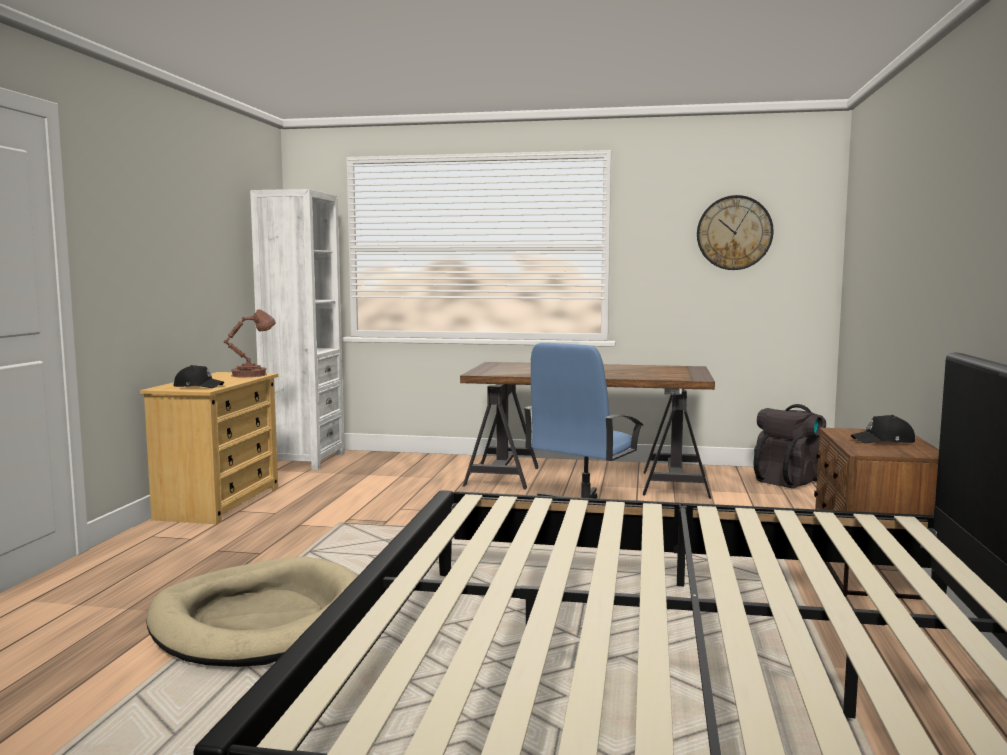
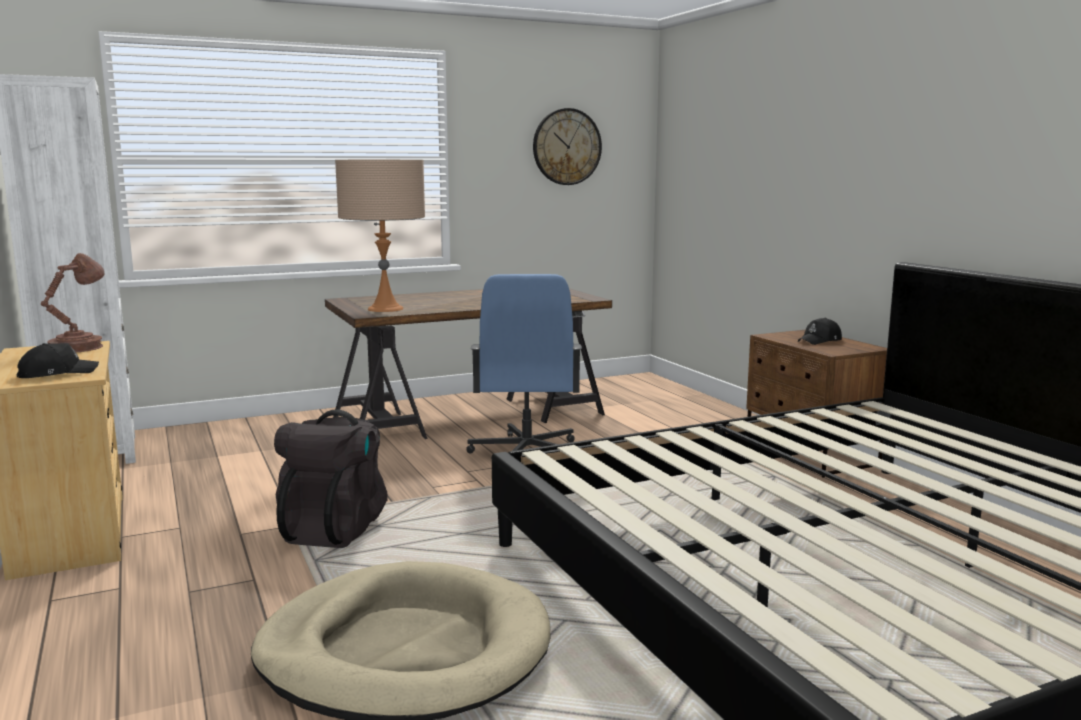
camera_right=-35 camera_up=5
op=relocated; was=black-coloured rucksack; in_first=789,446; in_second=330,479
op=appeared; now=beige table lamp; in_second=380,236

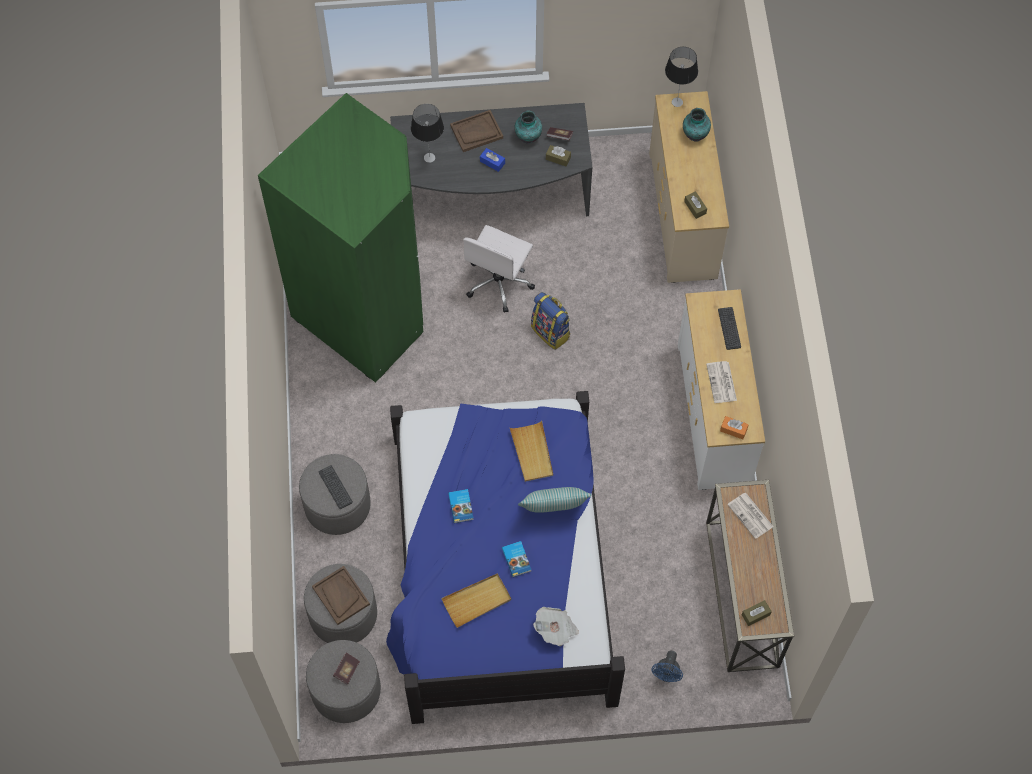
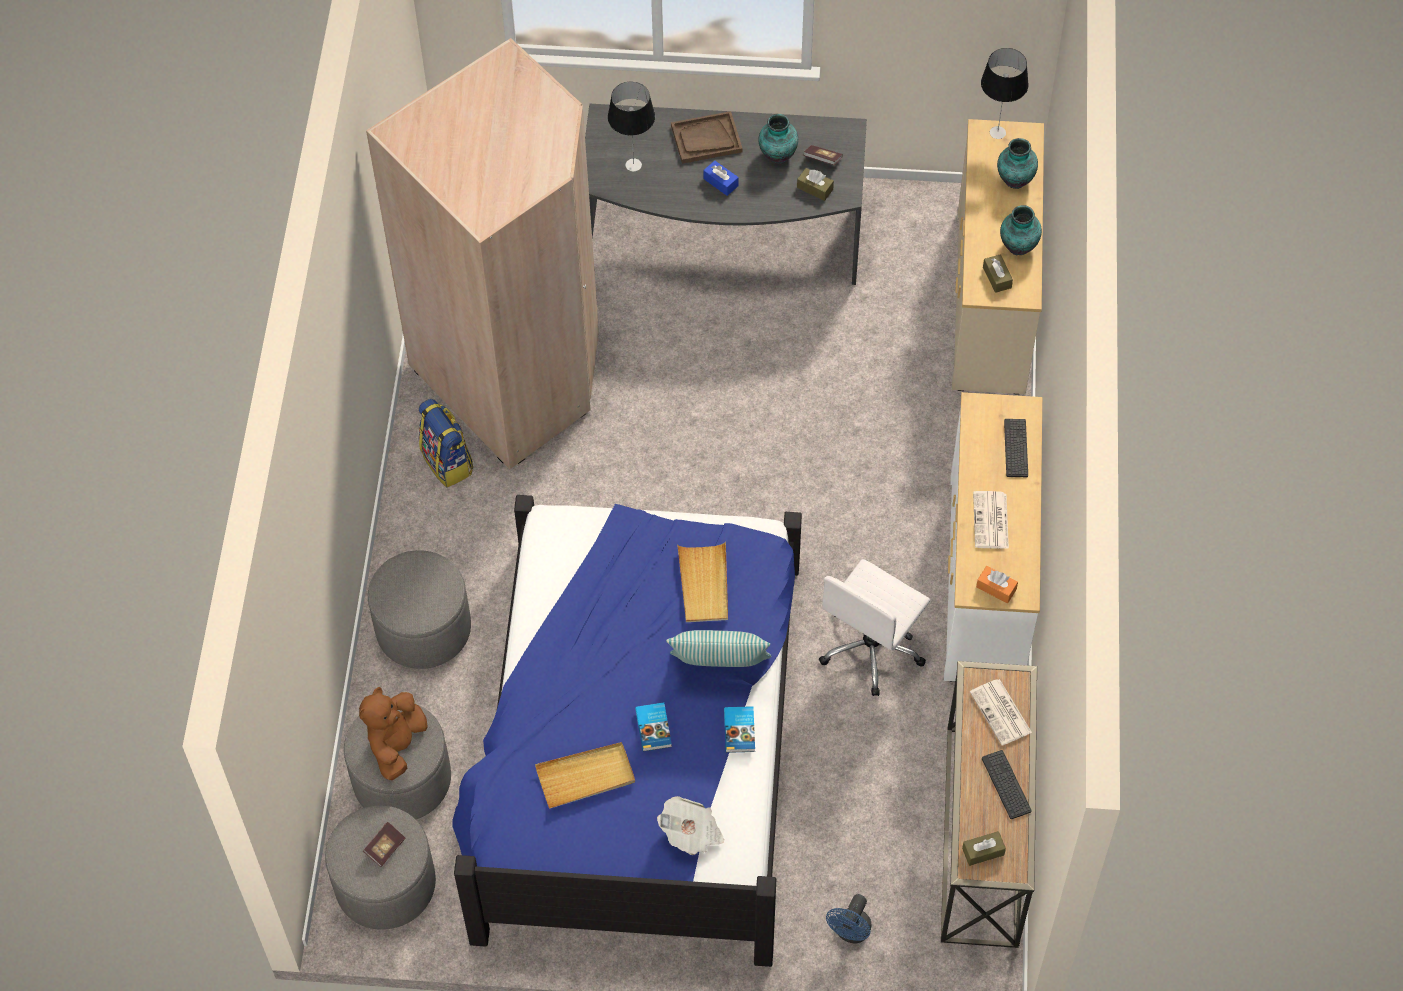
camera_right=10 camera_up=-5
op=colour; was=greenish wardrobe; now=beige wardrobe; in_first=340,238; in_second=482,253
op=relocated; was=white-coloured desk chair; in_first=499,269; in_second=874,627
op=relocated; was=rucksack; in_first=550,321; in_second=446,443
op=relocated; was=keyboard; in_first=336,487; in_second=1007,784
op=relocated; was=book; in_first=461,506; in_second=739,729
op=exchanged; was=brown tray; now=brown plush toy; in_first=341,595; in_second=393,733
op=appeared; now=flower vase; in_second=1021,230

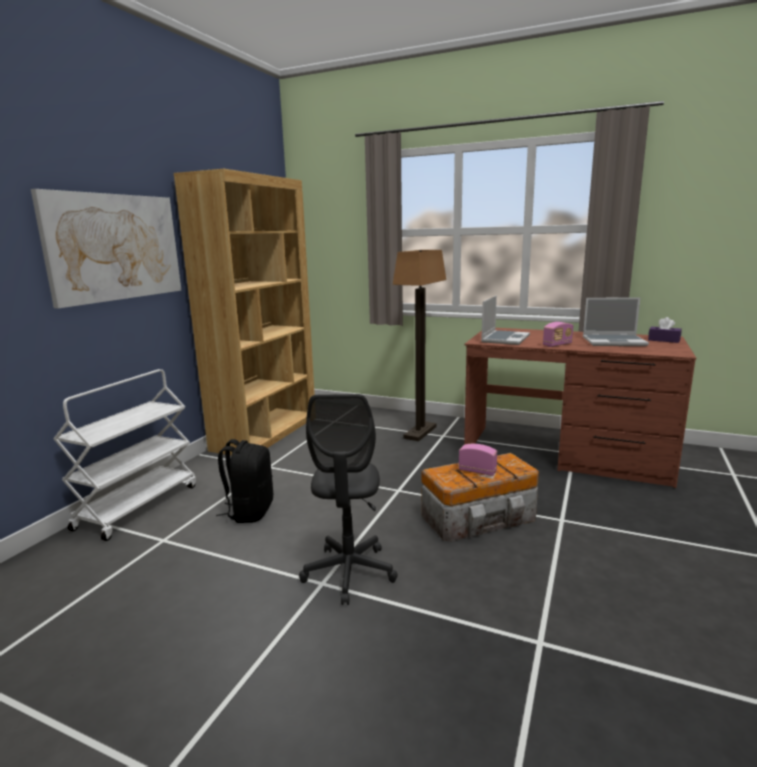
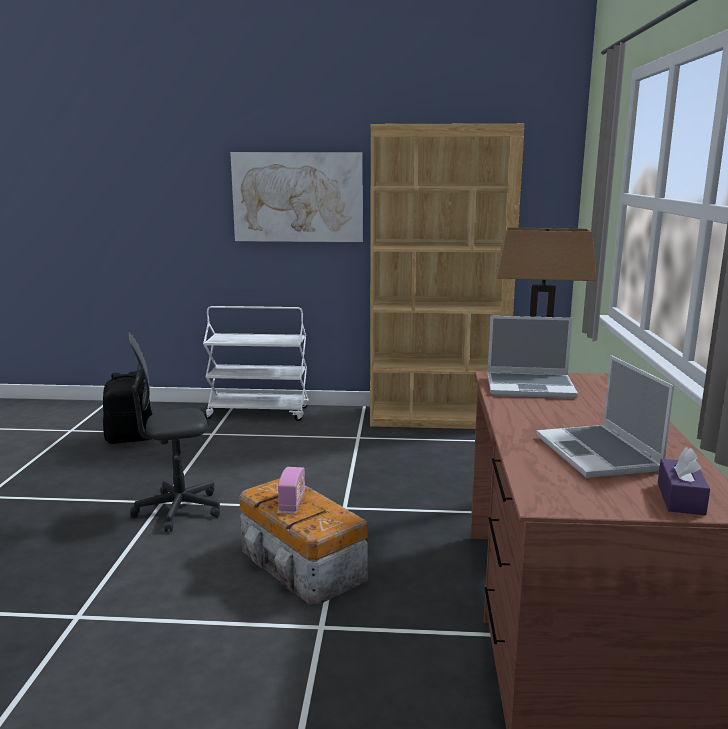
camera_right=70 camera_up=0
op=missing; was=radio receiver; in_first=558,334
op=relocated; was=black-coloured rucksack; in_first=244,481; in_second=127,407

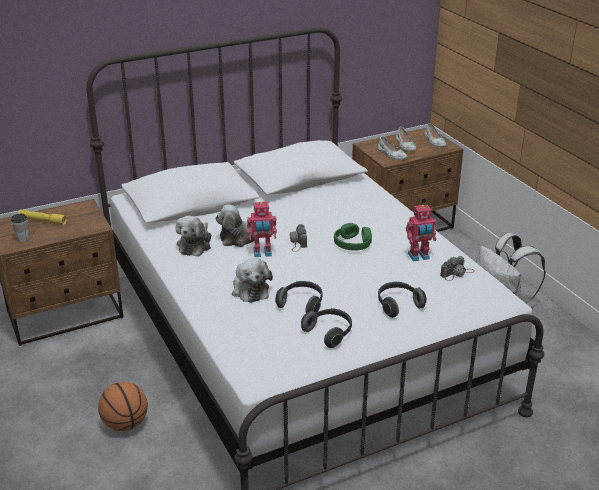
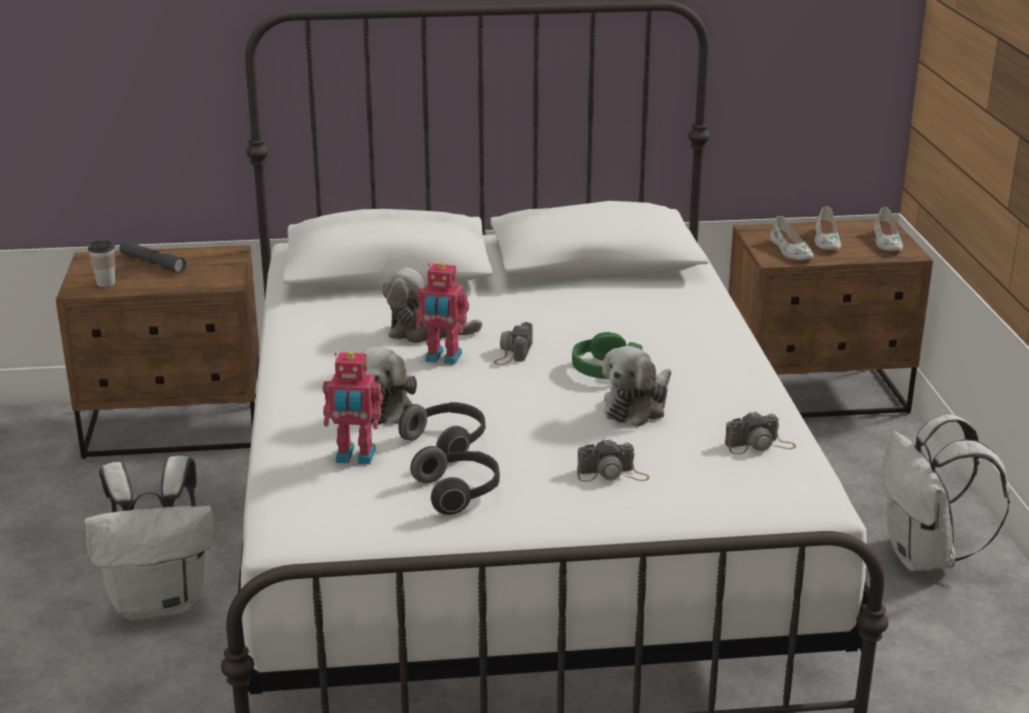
camera_right=20 camera_up=-5
op=relocated; was=robot figure; in_first=421,233; in_second=353,408
op=colour; was=yellow-coloured flashlight; now=gray flashlight; in_first=42,217; in_second=152,257
op=relocated; was=plush toy; in_first=193,236; in_second=636,386
op=exchanged; was=headset; now=photo camera; in_first=402,300; in_second=613,460
op=exchanged; was=basketball ball; now=white-coloured rucksack; in_first=123,406; in_second=149,537

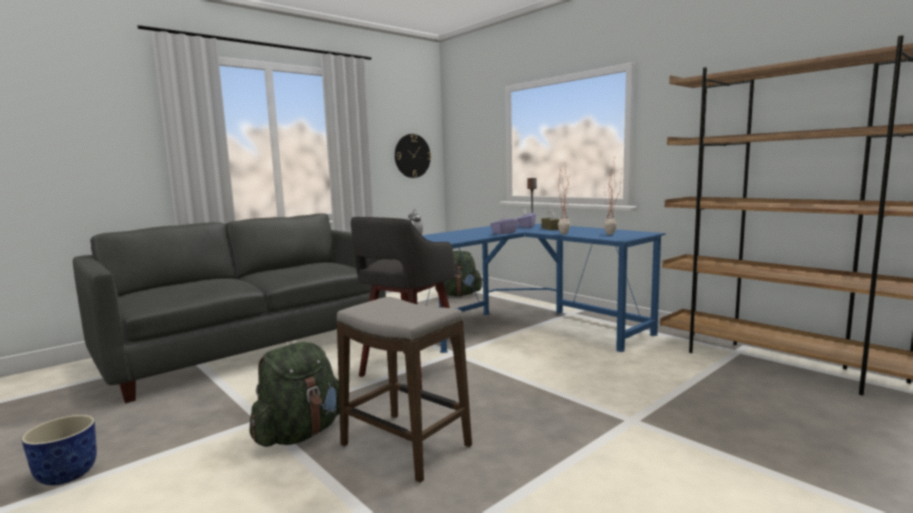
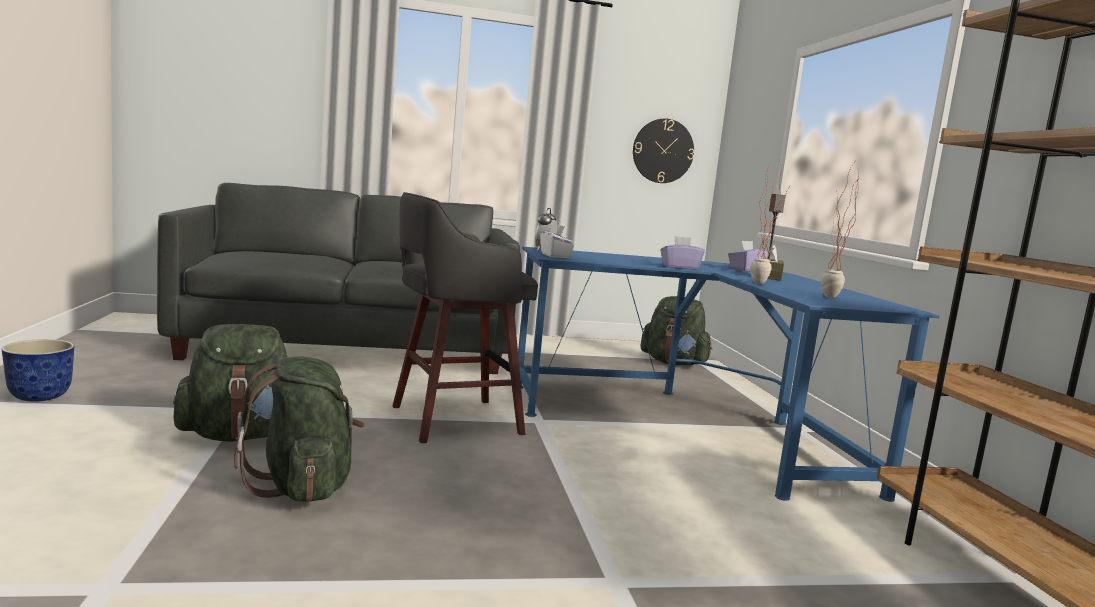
camera_right=30 camera_up=0
op=exchanged; was=stool seat; now=greenish rucksack; in_first=404,390; in_second=299,429
op=appeared; now=white-coloured box of tissues; in_second=557,241

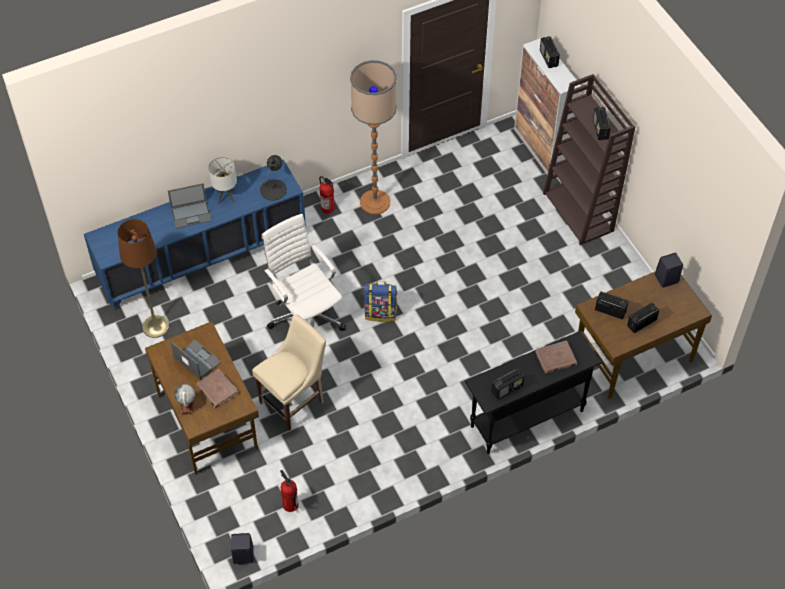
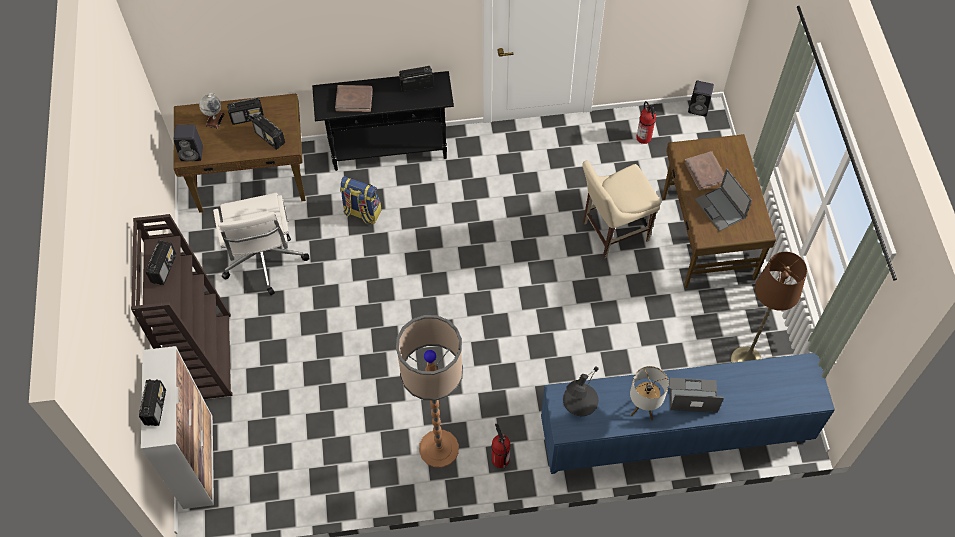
camera_right=-160 camera_up=5
op=relocated; was=white-coloured desk chair; in_first=304,272; in_second=261,244
op=relocated; was=rucksack; in_first=380,301; in_second=360,200
op=relocated; was=world globe; in_first=184,399; in_second=212,111

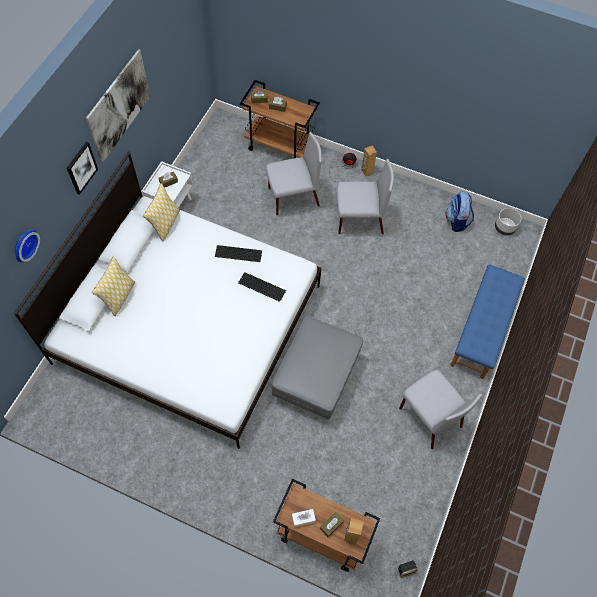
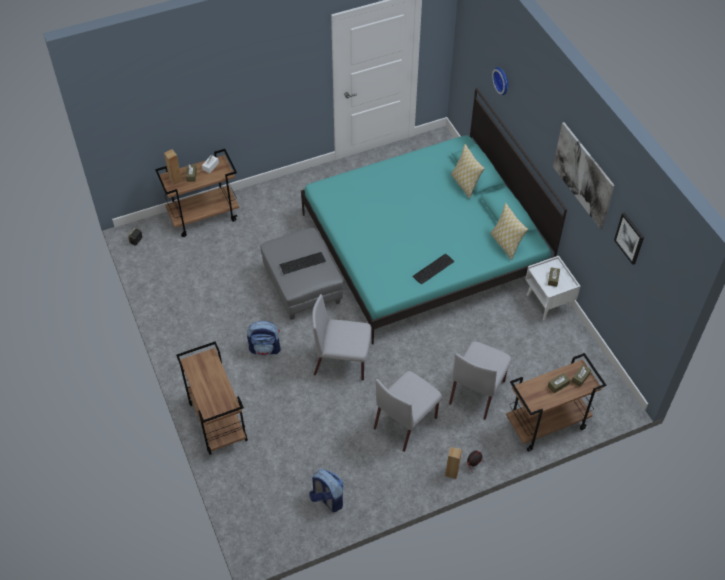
camera_right=135 camera_up=-10
op=relocated; was=picture; in_first=82,168; in_second=629,238
op=colour; was=white-coloured bed; now=turquoise-coloured bed; in_first=168,300; in_second=434,216
op=missing; was=gray flower pot; in_first=508,222
op=exchanged; was=blue-coloured long seat; now=brown cart; in_first=487,321; in_second=212,398
op=relocated; was=keyboard; in_first=262,287; in_second=302,263
op=relocated; was=gray chair; in_first=440,409; in_second=342,337
op=appeared; now=rucksack; in_second=264,338

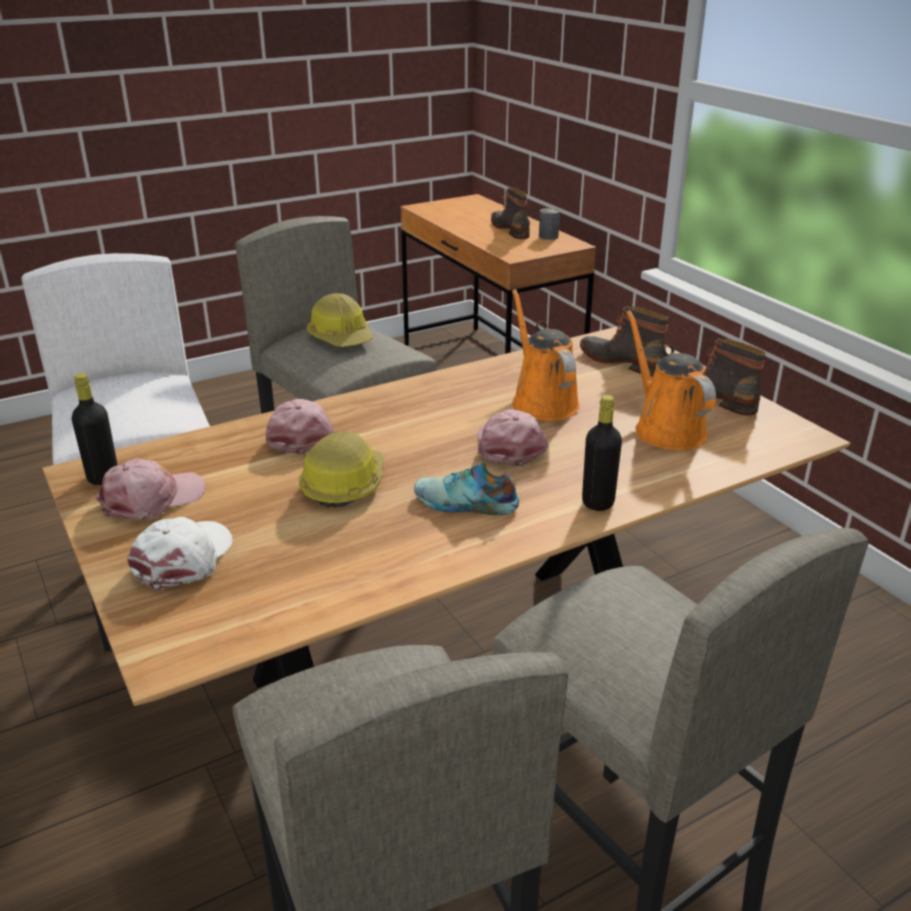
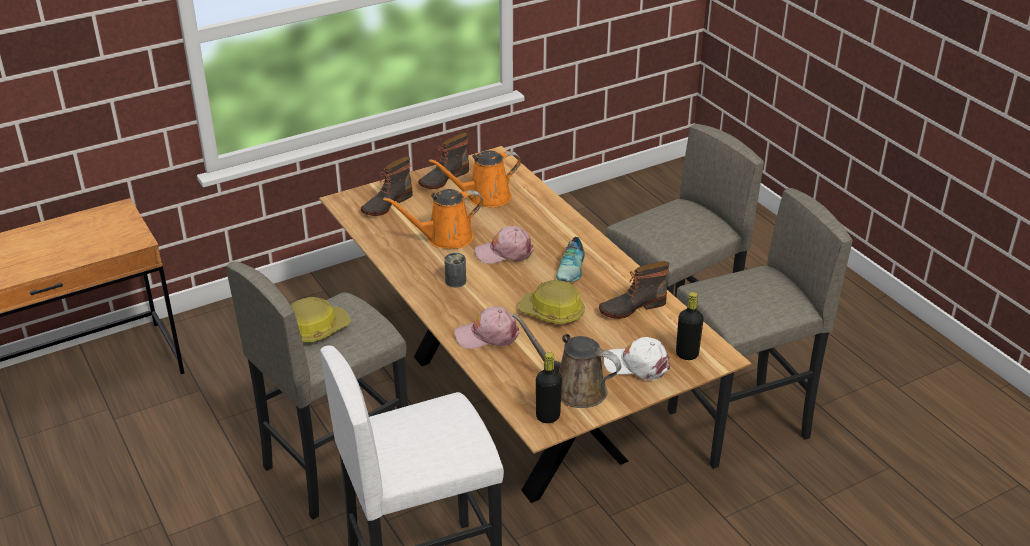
camera_right=-90 camera_up=5
op=relocated; was=high-top boot; in_first=510,213; in_second=634,290
op=relocated; was=can; in_first=549,224; in_second=455,270
op=relocated; was=black-coloured bottle; in_first=602,453; in_second=690,326
op=exchanged; was=pink-coloured cap; now=brown watering pot; in_first=150,489; in_second=566,360

